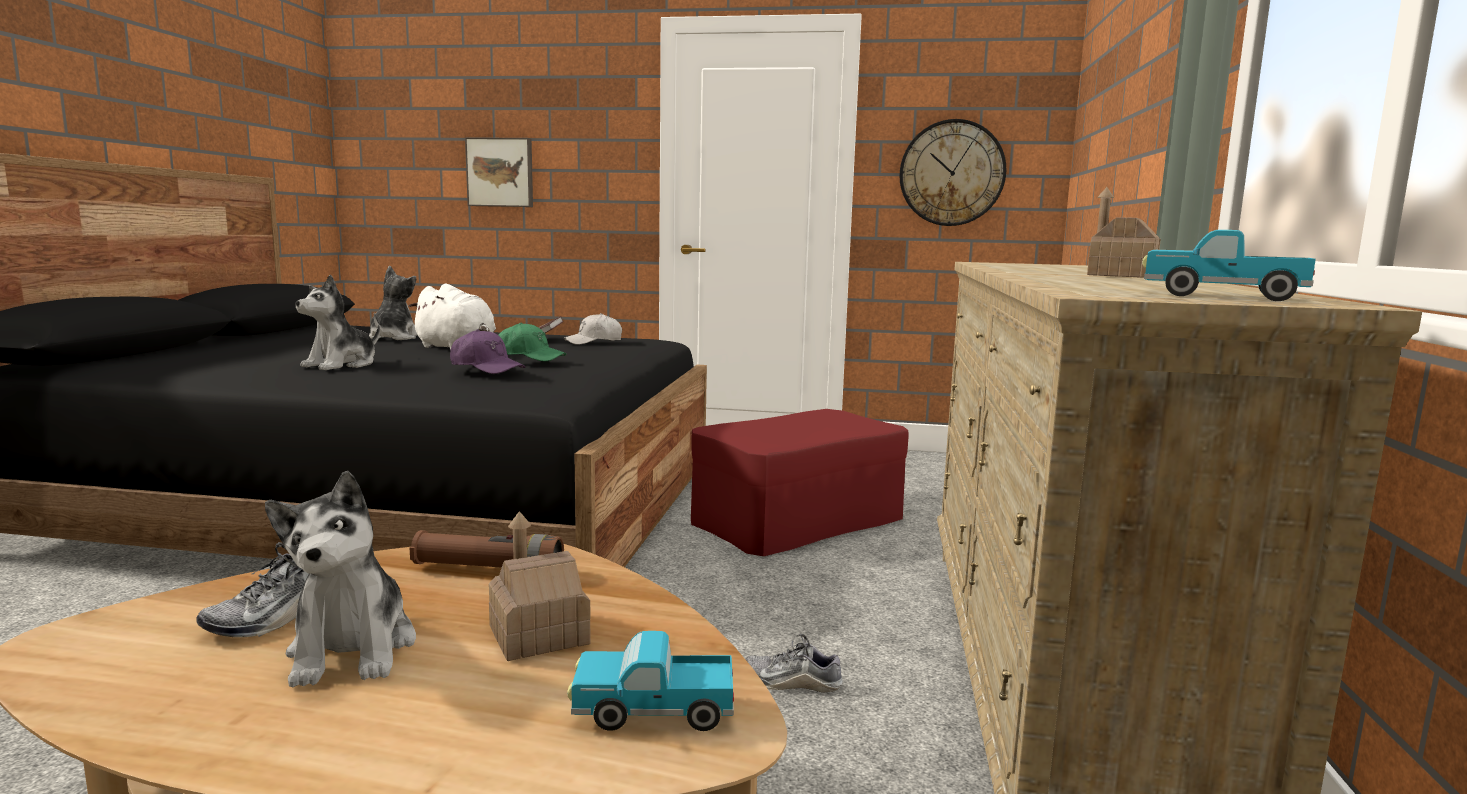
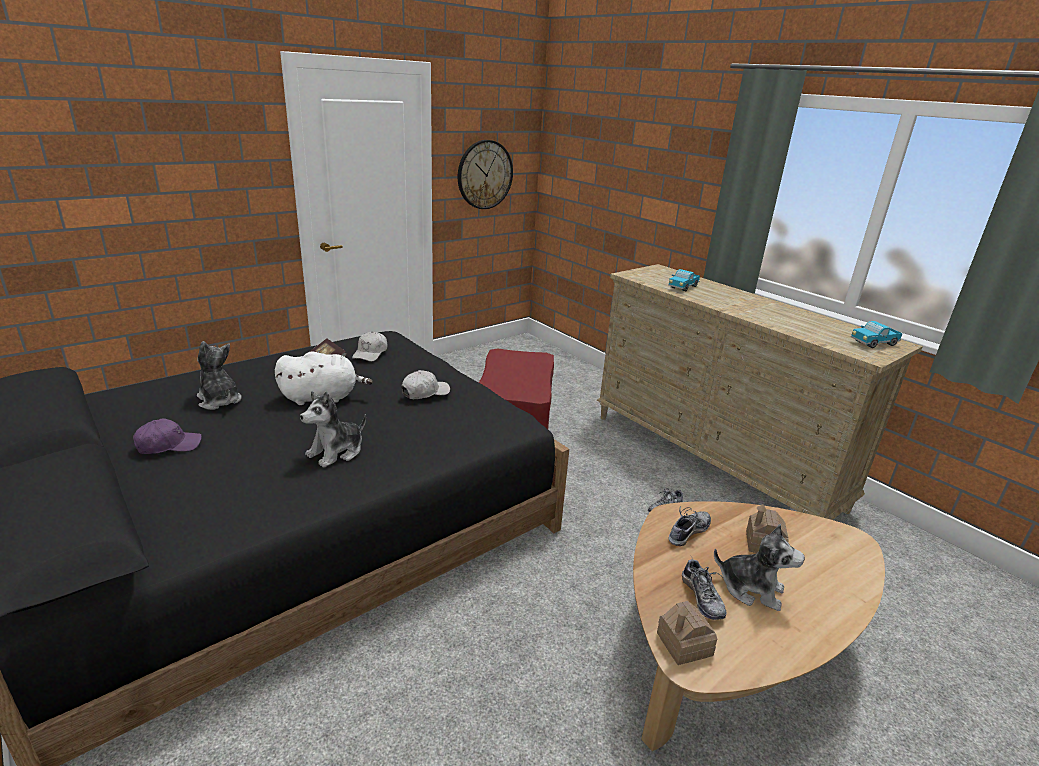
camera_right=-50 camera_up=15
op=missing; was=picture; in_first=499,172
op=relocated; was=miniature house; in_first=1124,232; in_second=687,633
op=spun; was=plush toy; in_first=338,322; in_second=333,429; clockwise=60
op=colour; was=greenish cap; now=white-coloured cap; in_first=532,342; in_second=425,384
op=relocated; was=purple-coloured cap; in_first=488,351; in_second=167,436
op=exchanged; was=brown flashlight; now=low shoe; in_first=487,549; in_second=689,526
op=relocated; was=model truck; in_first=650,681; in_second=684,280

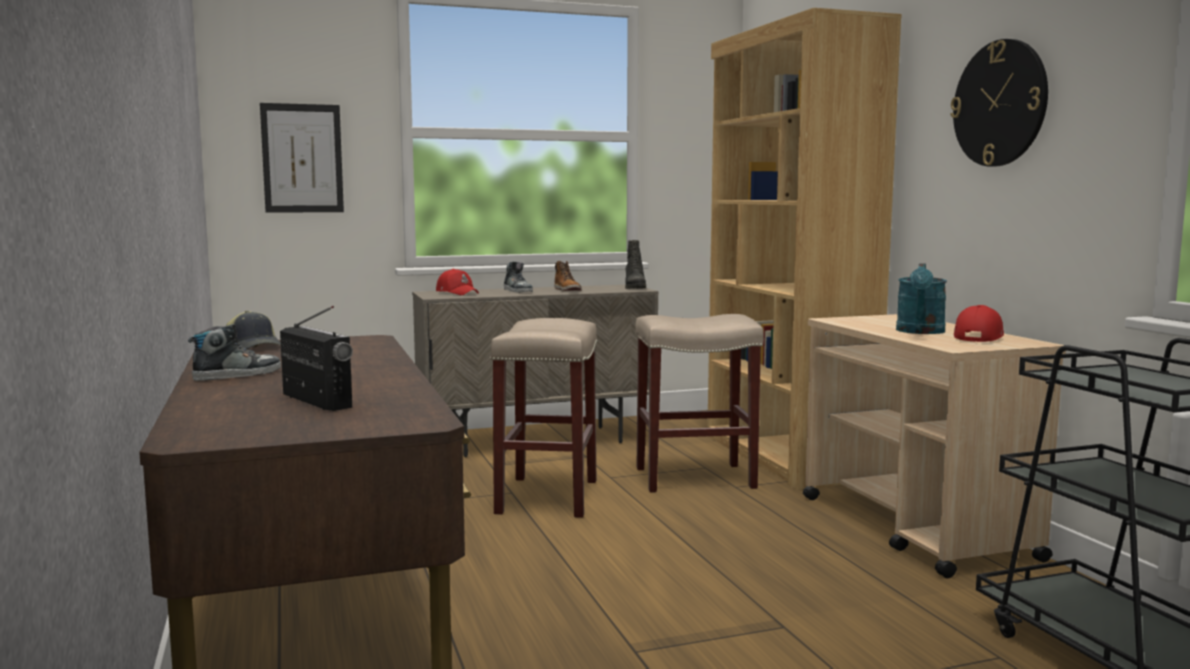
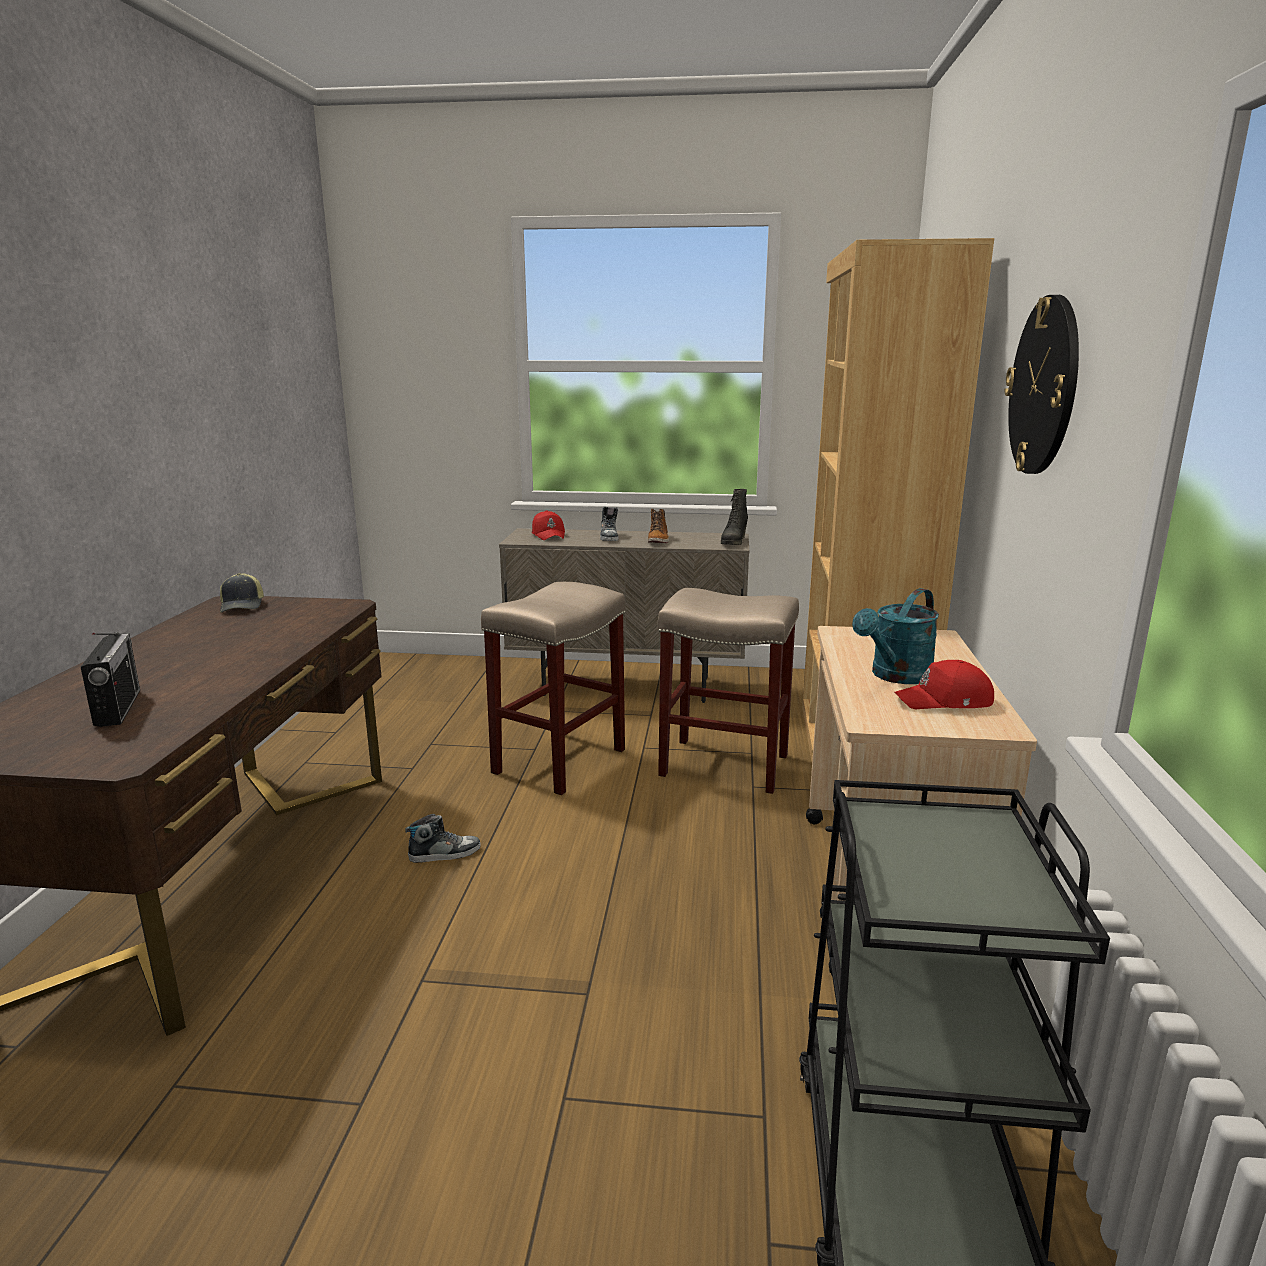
camera_right=25 camera_up=10
op=missing; was=picture; in_first=302,158
op=spun; was=red-coloured cap; in_first=979,323; in_second=944,684; clockwise=-150
op=relocated; was=low shoe; in_first=234,352; in_second=443,838

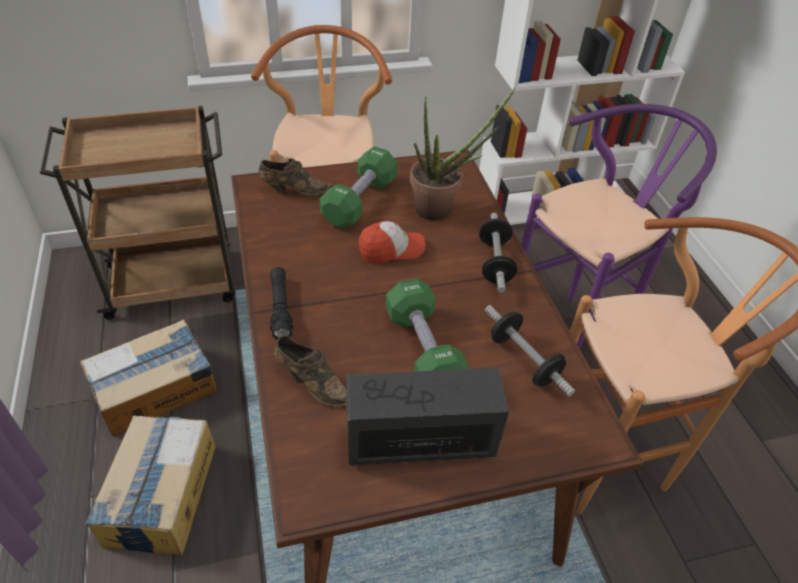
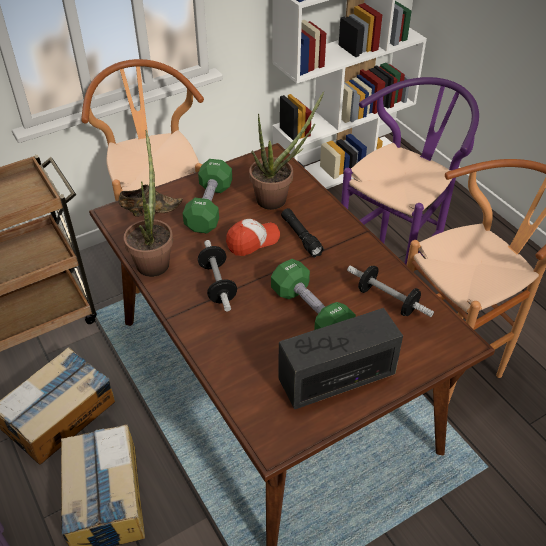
camera_right=-15 camera_up=0
op=relocated; was=dumbbell; in_first=498,253; in_second=217,275
op=relocated; was=black-coloured flashlight; in_first=281,303; in_second=302,233
op=missing; was=brown low shoe; in_first=310,370
op=appeared; now=plant in a pot; in_second=148,203

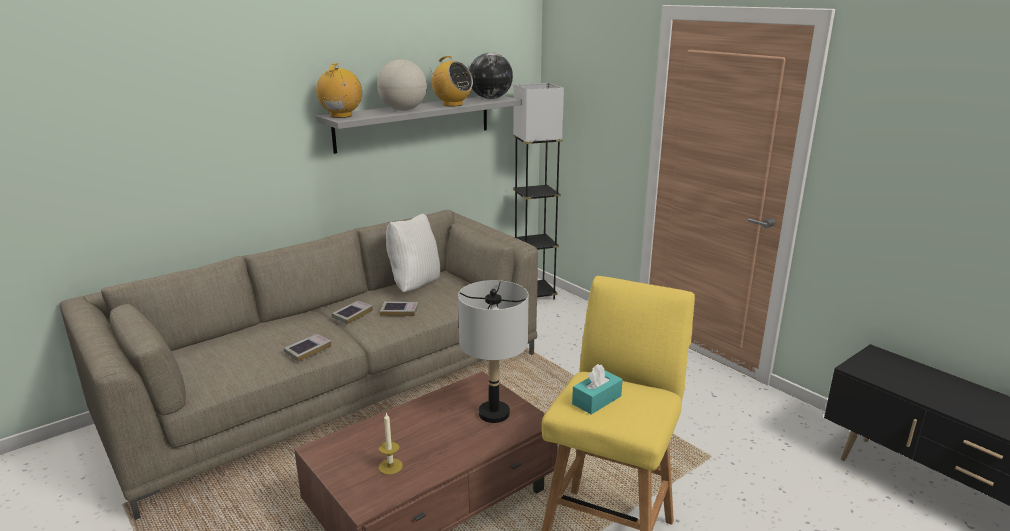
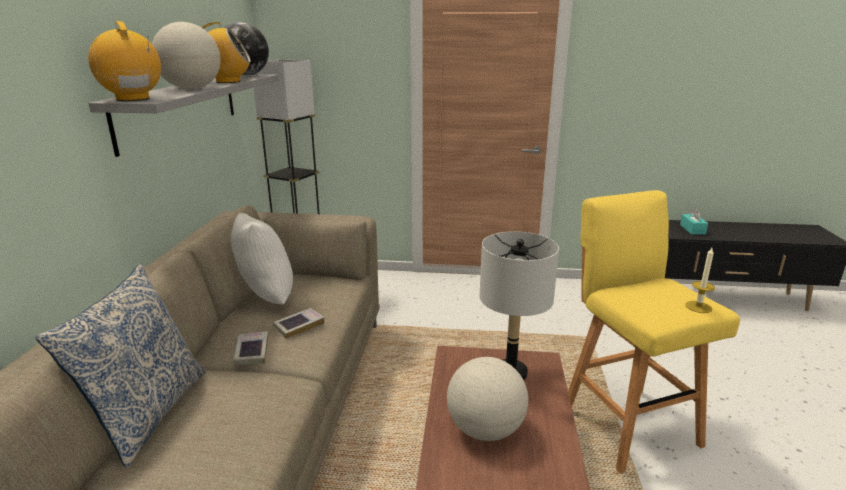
camera_right=-45 camera_up=0
op=missing; was=book; in_first=307,348
op=relocated; was=turquoise-coloured box of tissues; in_first=597,389; in_second=694,221
op=relocated; was=wax light; in_first=390,443; in_second=700,280
op=appeared; now=throw pillow; in_second=121,366
op=appeared; now=world globe; in_second=487,399

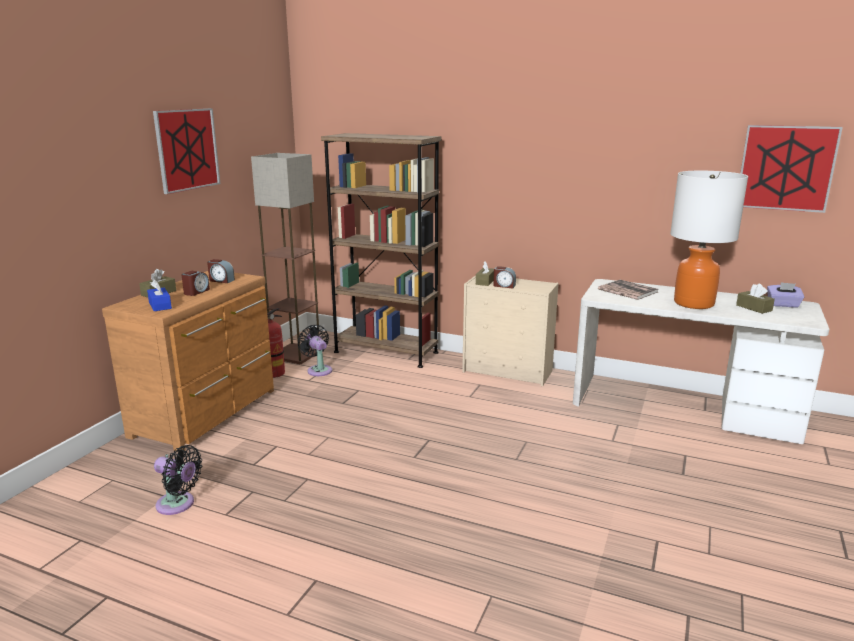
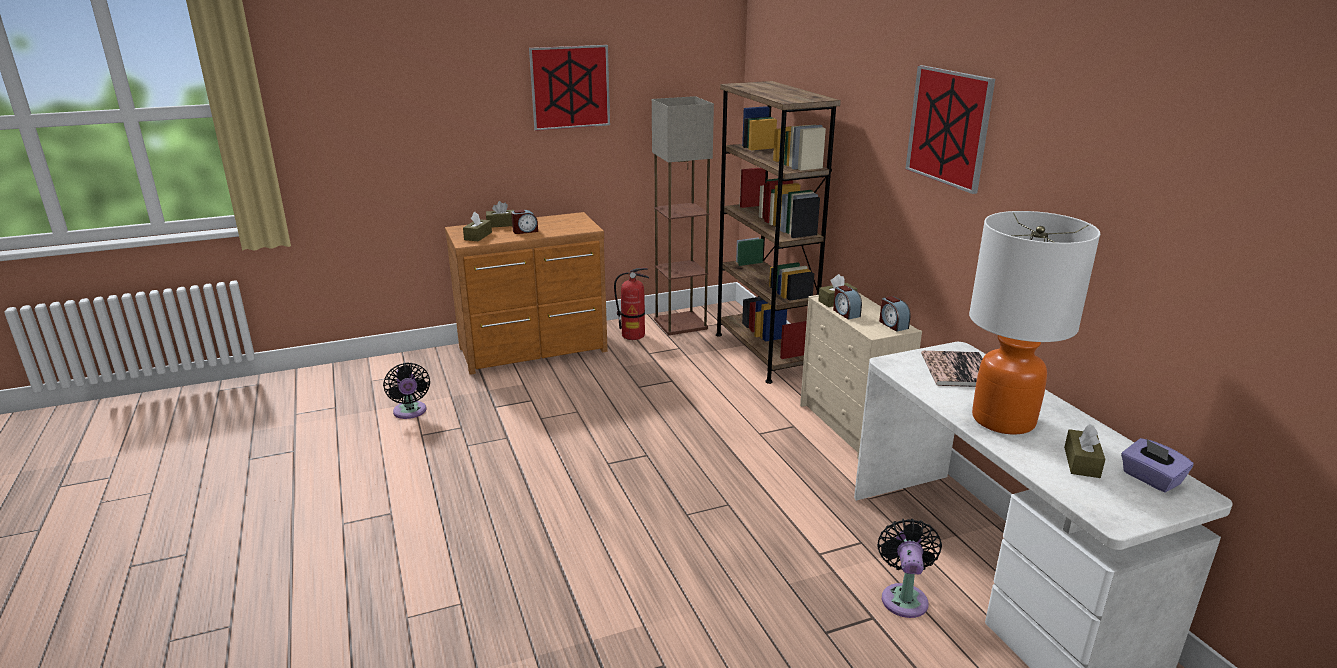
camera_right=45 camera_up=5
op=relocated; was=picture; in_first=791,169; in_second=950,129
op=relocated; was=table clock; in_first=221,271; in_second=895,314
op=colour; was=blue-coloured box of tissues; now=brown box of tissues; in_first=159,295; in_second=477,226
op=relocated; was=black-coloured cooling fan; in_first=315,350; in_second=909,568

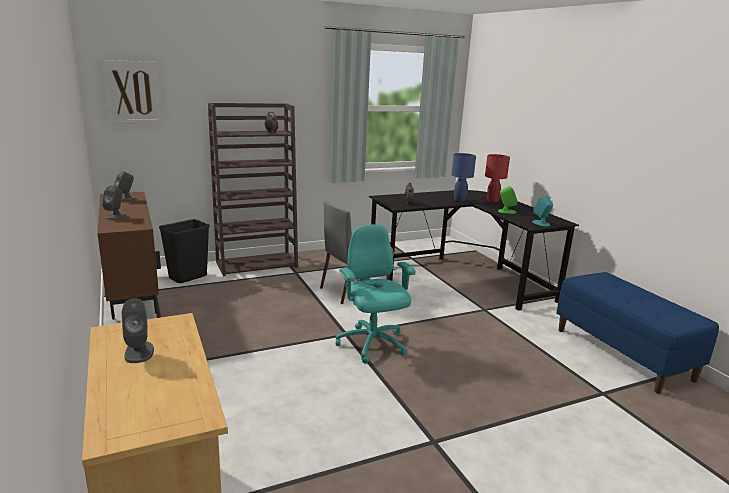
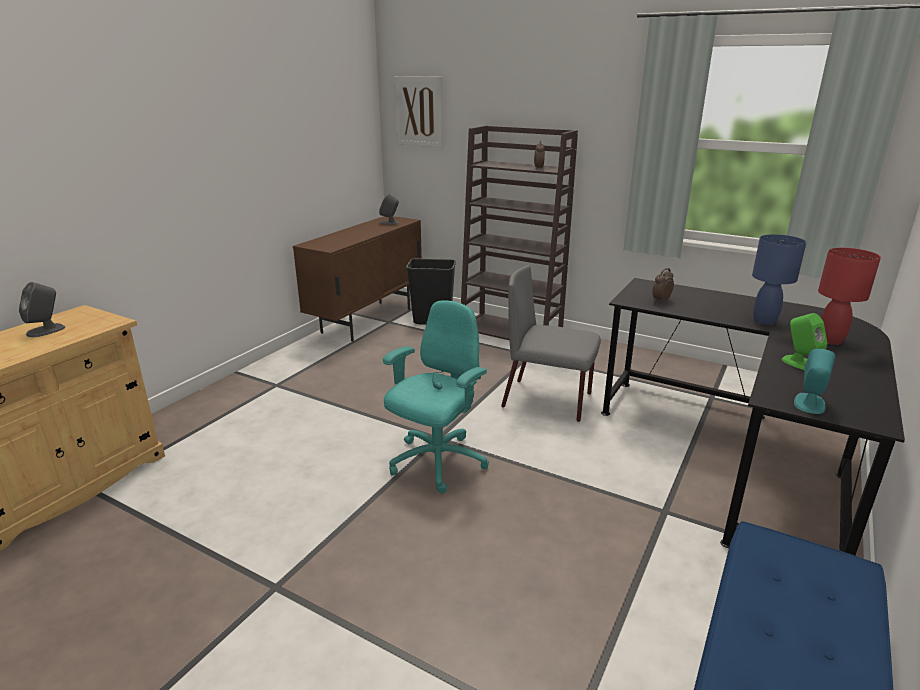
camera_right=55 camera_up=5
op=missing; was=gray loudspeaker; in_first=113,202

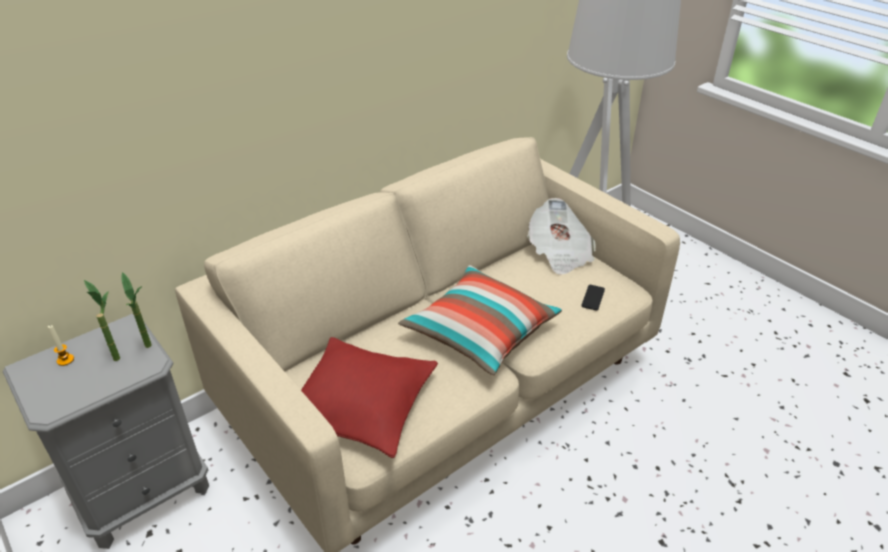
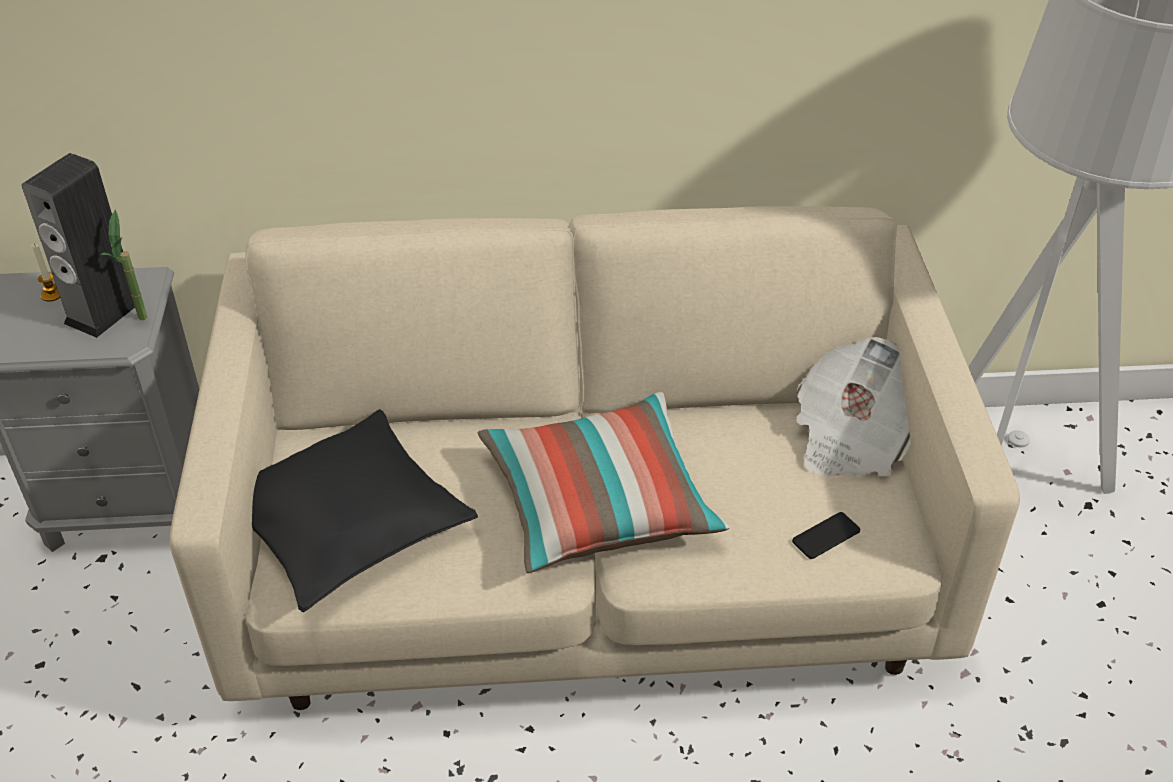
camera_right=35 camera_up=5
op=exchanged; was=plant in a pot; now=loudspeaker; in_first=102,320; in_second=78,245
op=colour; was=red-coloured throw pillow; now=black-coloured throw pillow; in_first=369,397; in_second=365,510

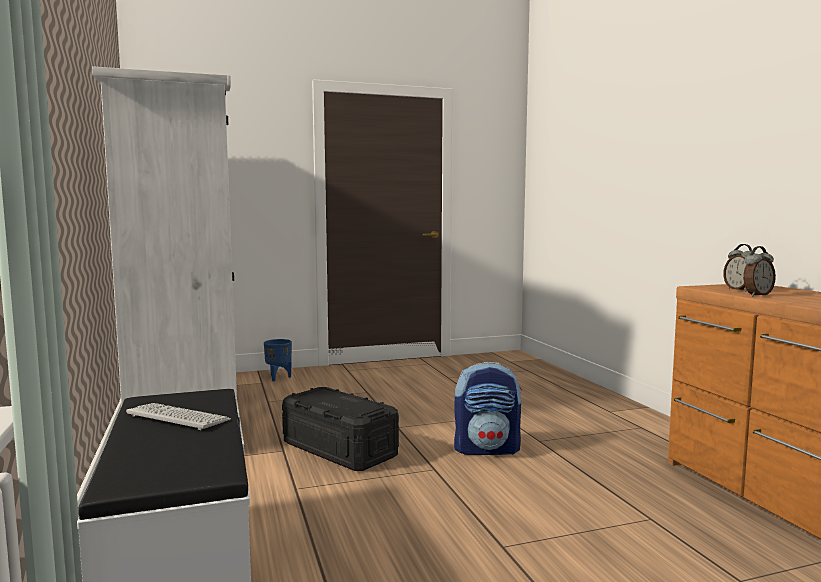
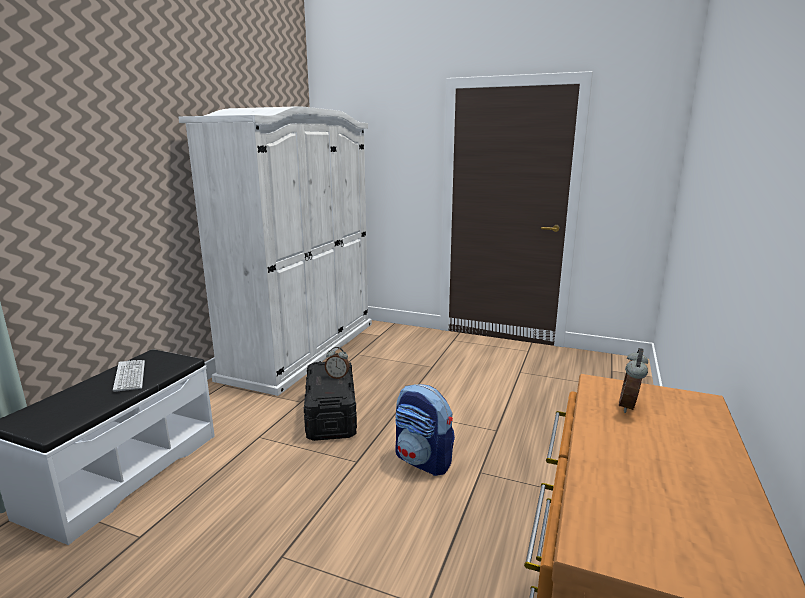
camera_right=40 camera_up=10
op=relocated; was=table clock; in_first=759,271; in_second=337,363
op=missing; was=blue-coloured flower pot; in_first=278,360

